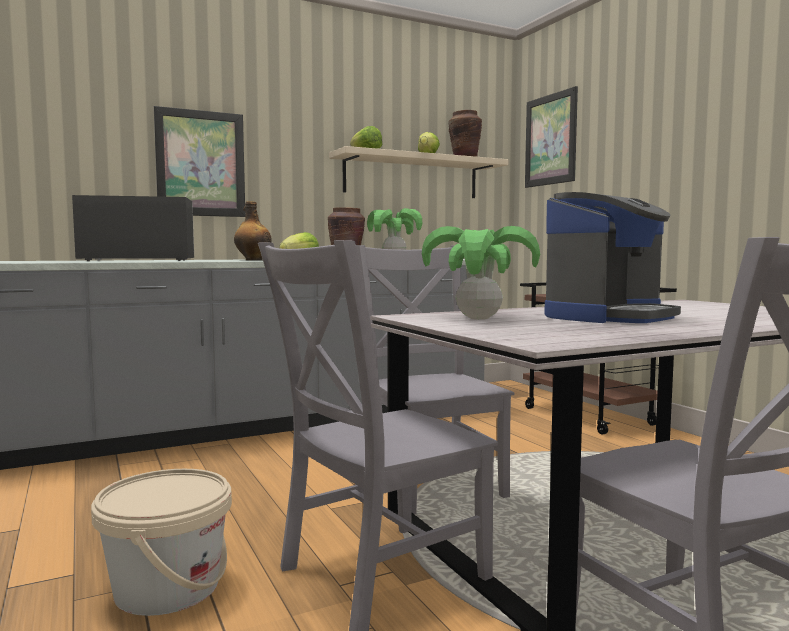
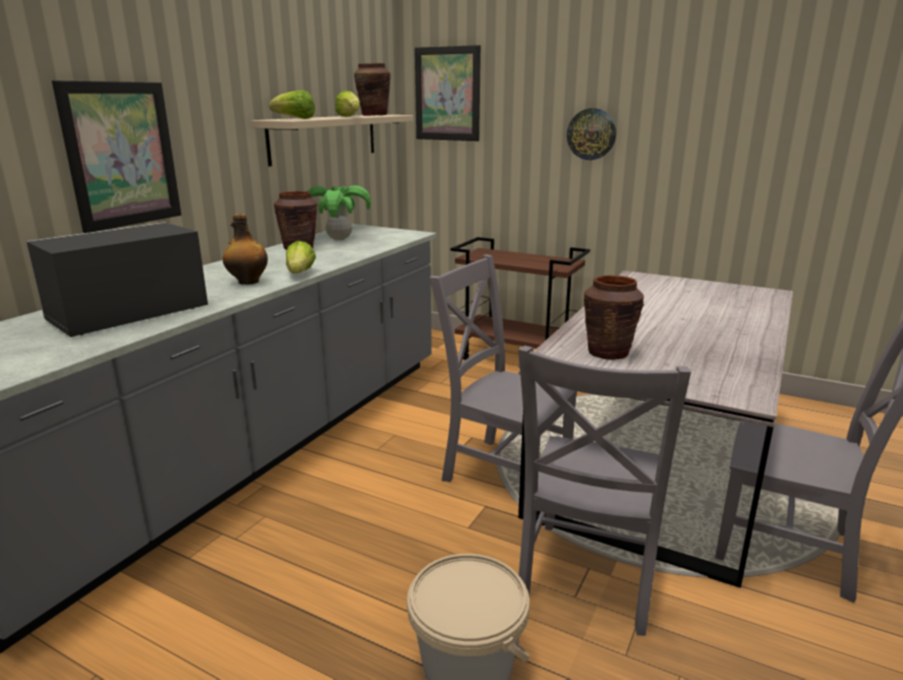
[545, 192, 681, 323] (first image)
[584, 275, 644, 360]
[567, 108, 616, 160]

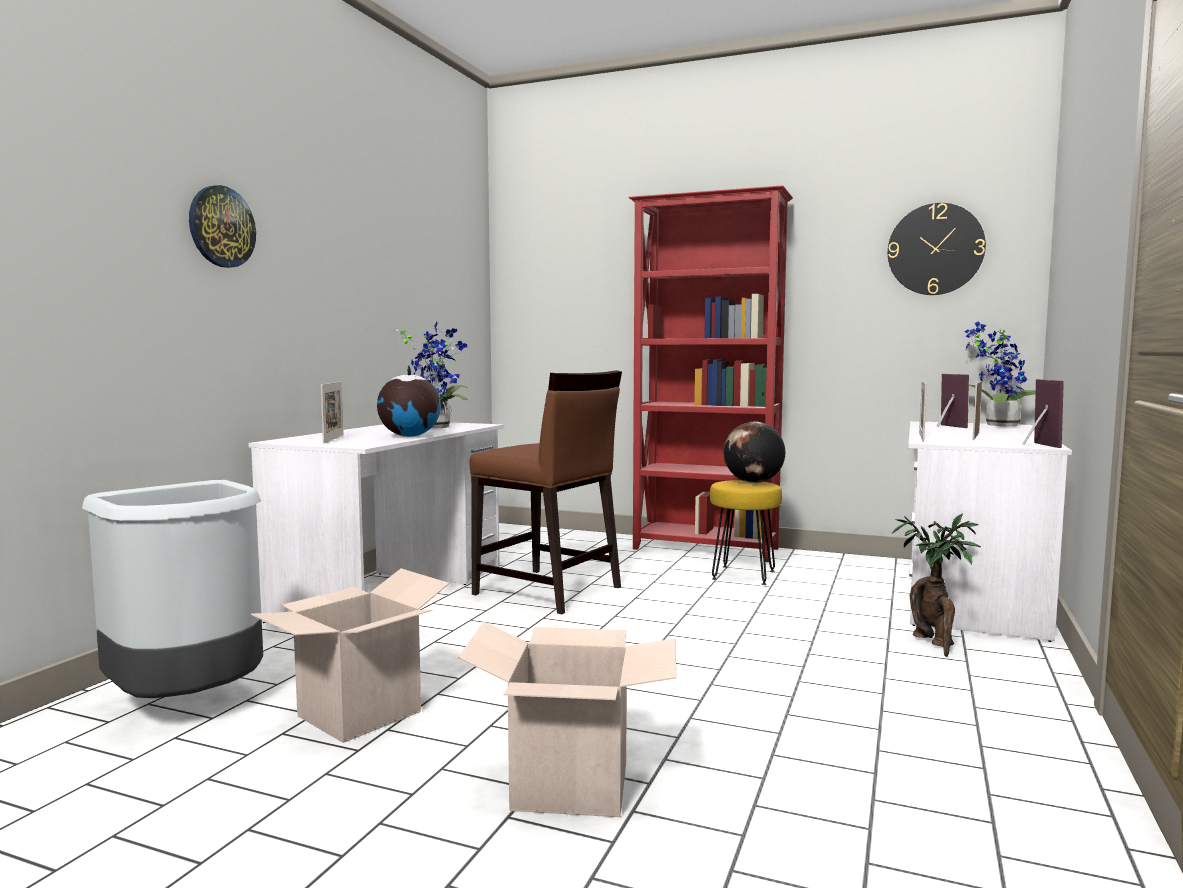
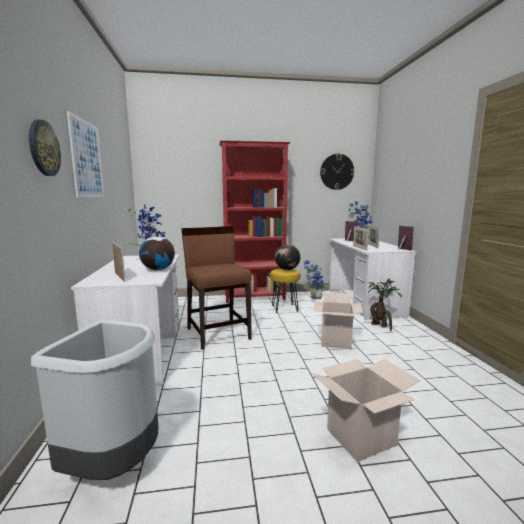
[181, 226, 252, 350]
[313, 293, 363, 349]
[67, 111, 104, 197]
[302, 260, 330, 299]

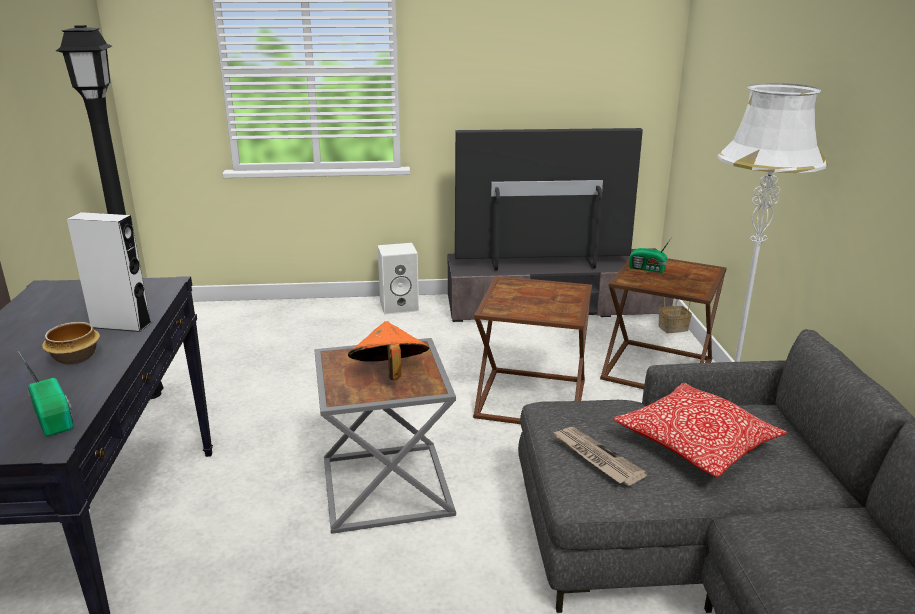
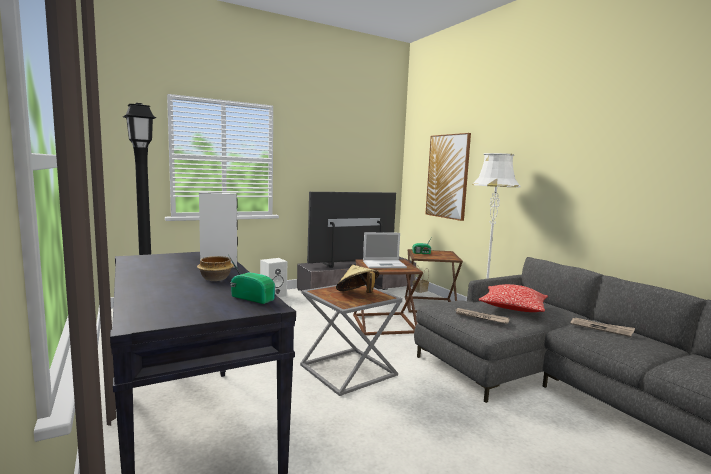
[336, 265, 380, 293]
[426, 133, 471, 221]
[363, 232, 407, 268]
[570, 318, 635, 337]

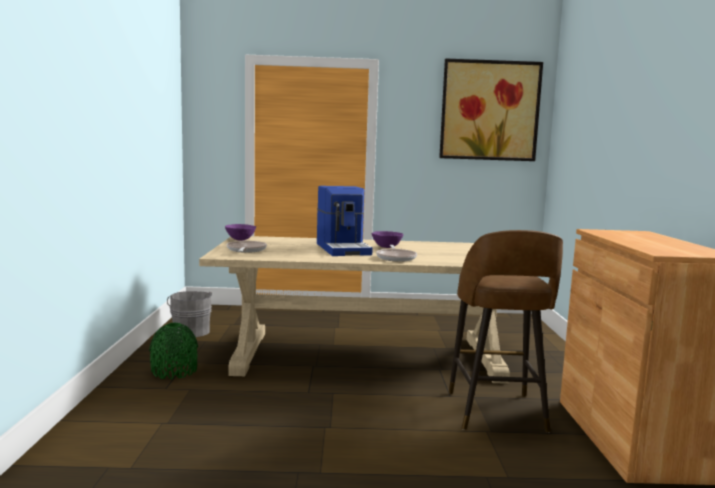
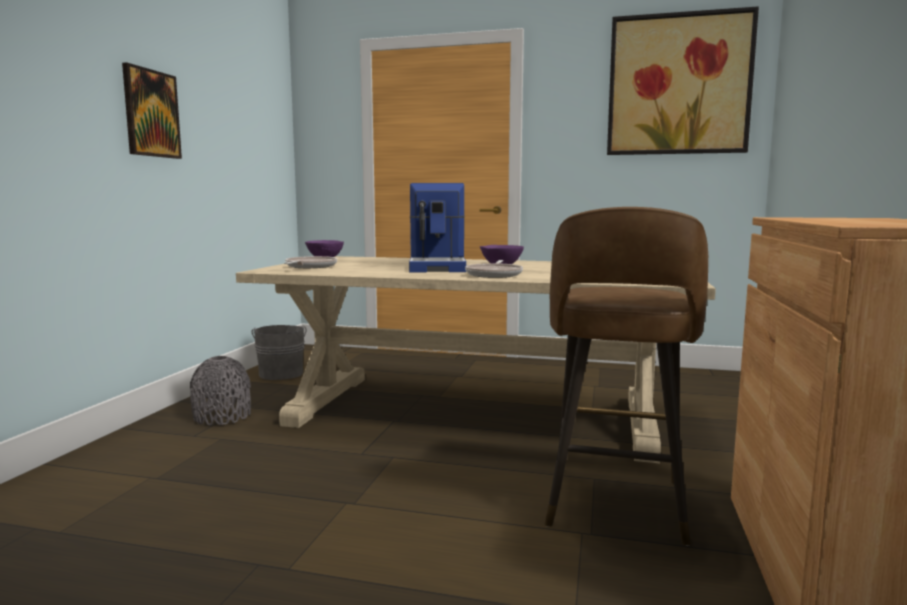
[190, 356, 251, 426]
[122, 62, 182, 159]

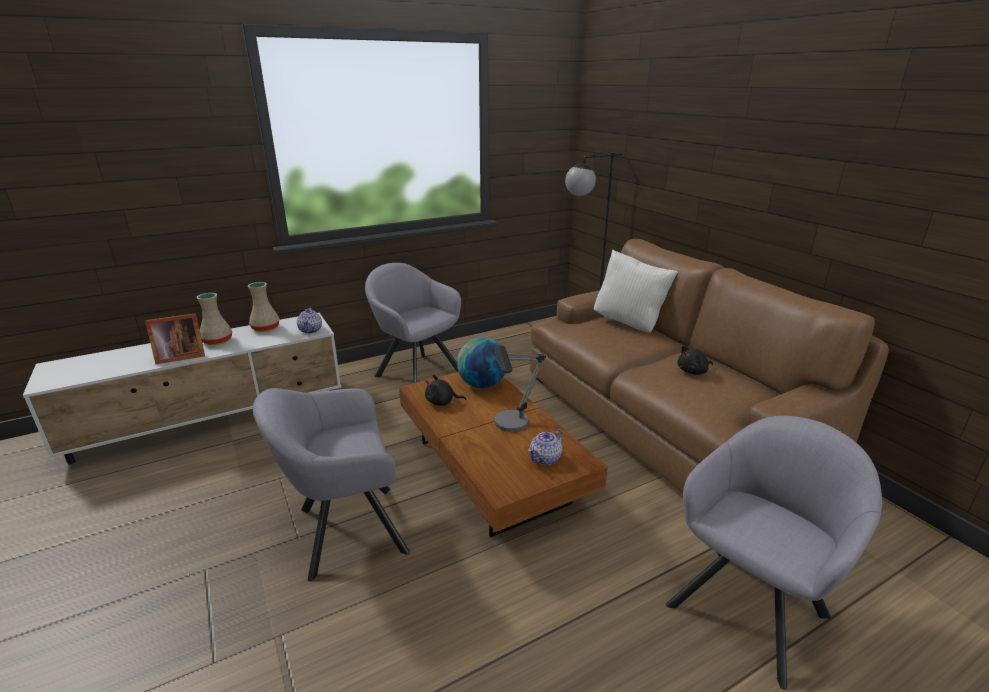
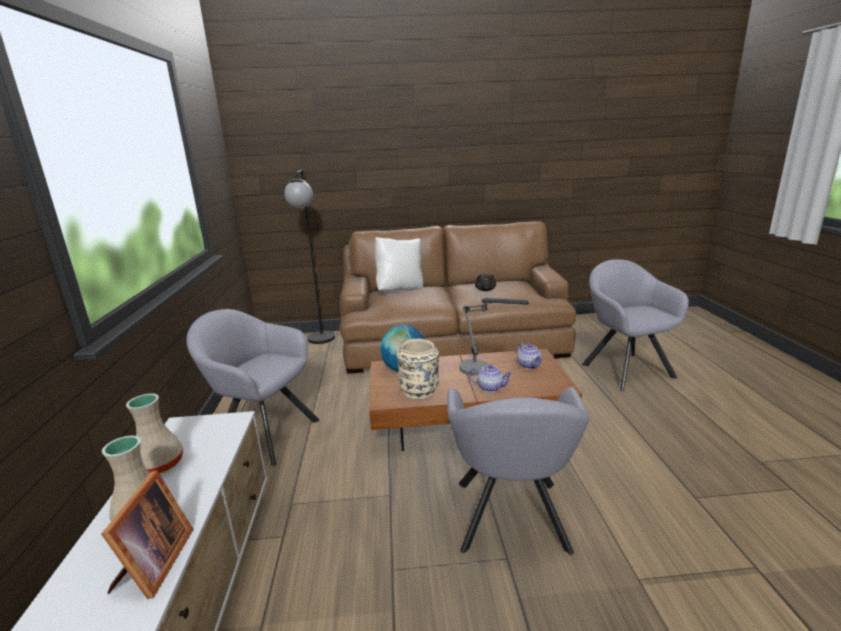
[187, 309, 320, 466]
[469, 364, 513, 392]
[397, 339, 439, 399]

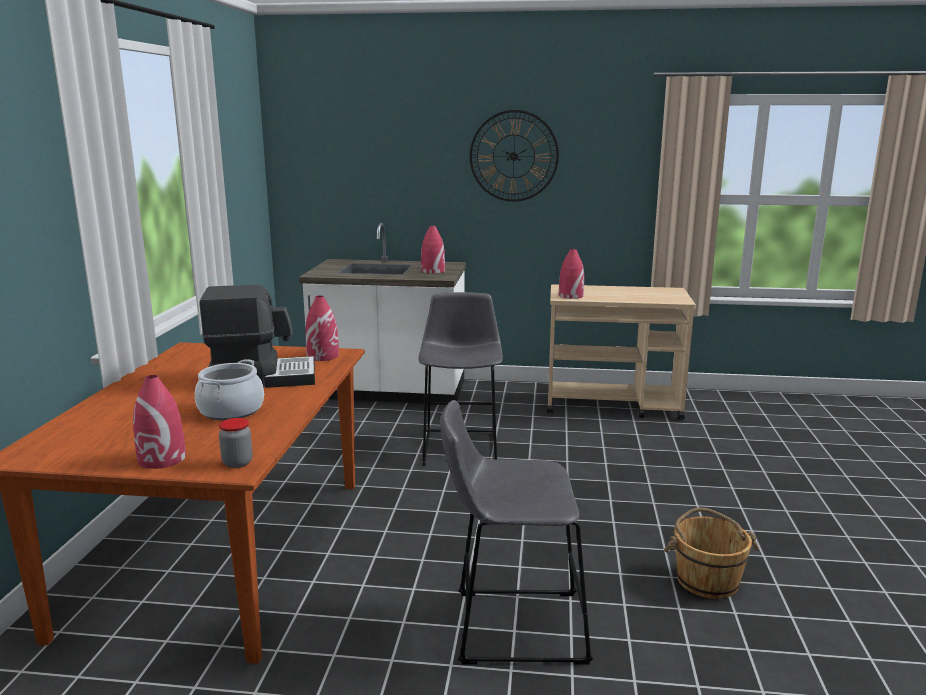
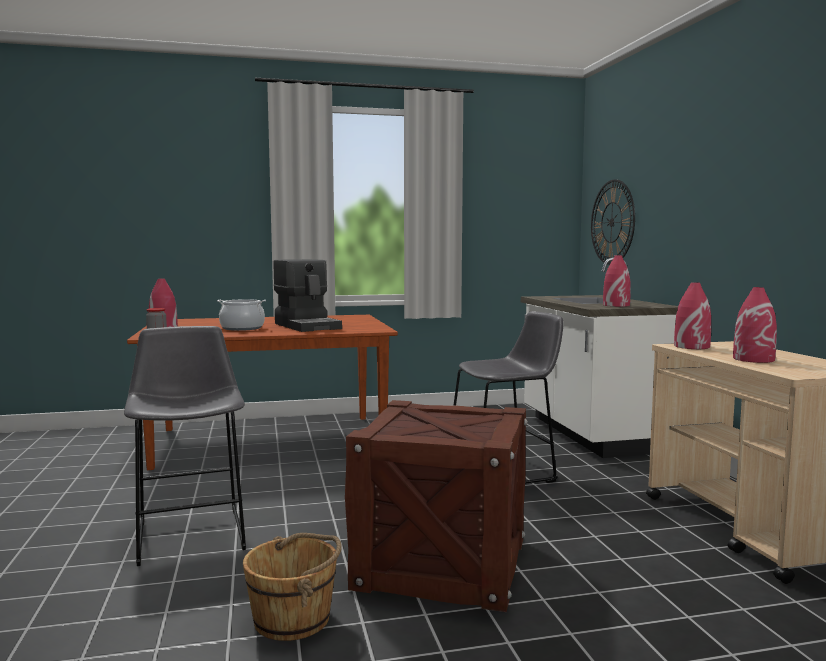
[591, 179, 635, 265]
[733, 287, 777, 363]
[345, 400, 528, 612]

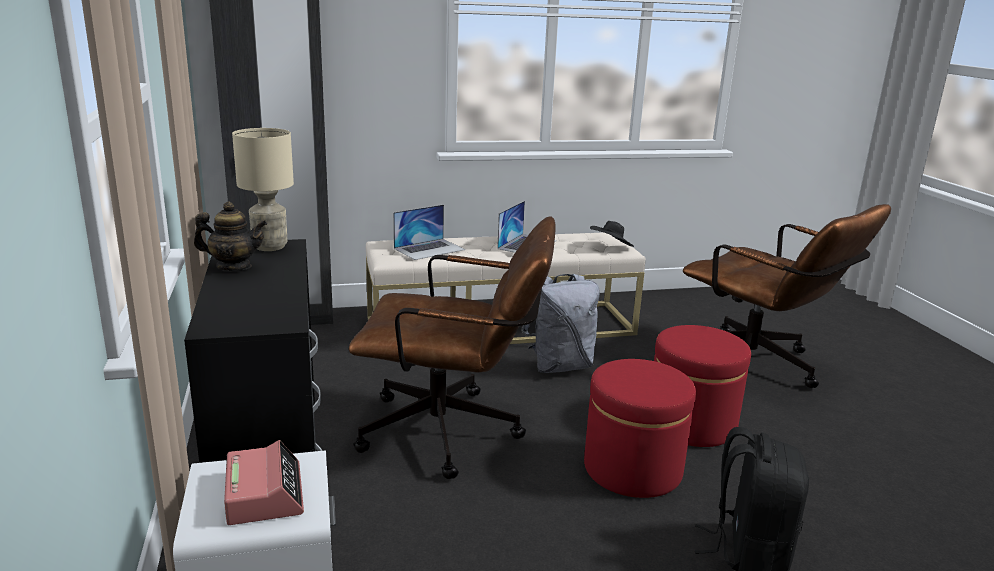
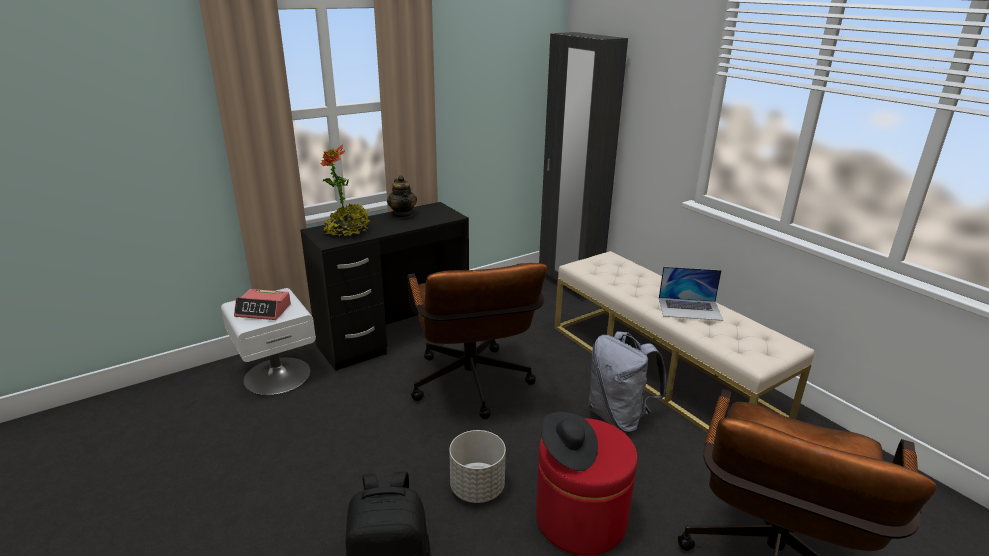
[232, 128, 294, 251] (first image)
[393, 204, 465, 260] (first image)
[541, 412, 598, 471]
[449, 430, 506, 503]
[234, 289, 291, 320]
[320, 144, 370, 236]

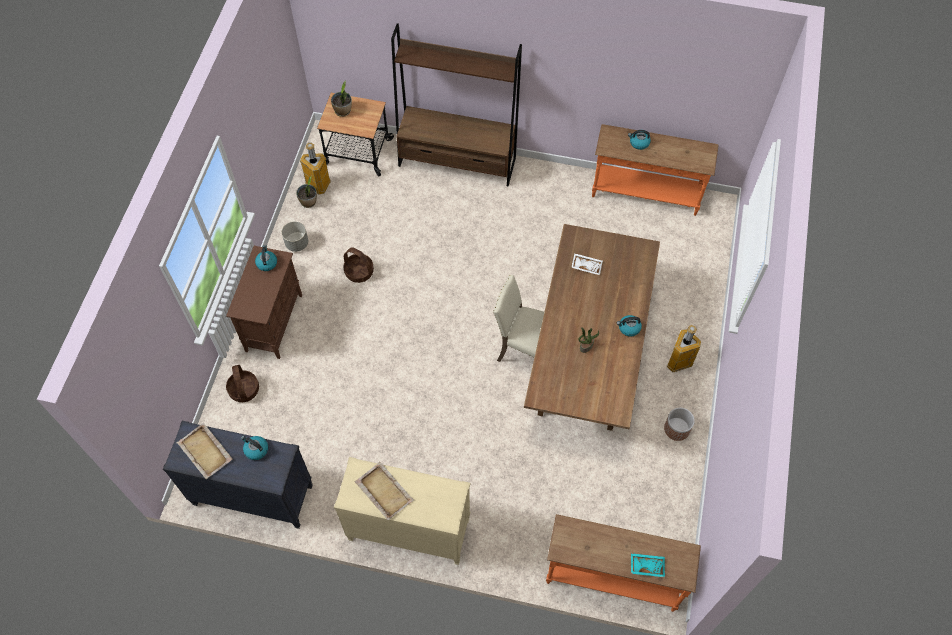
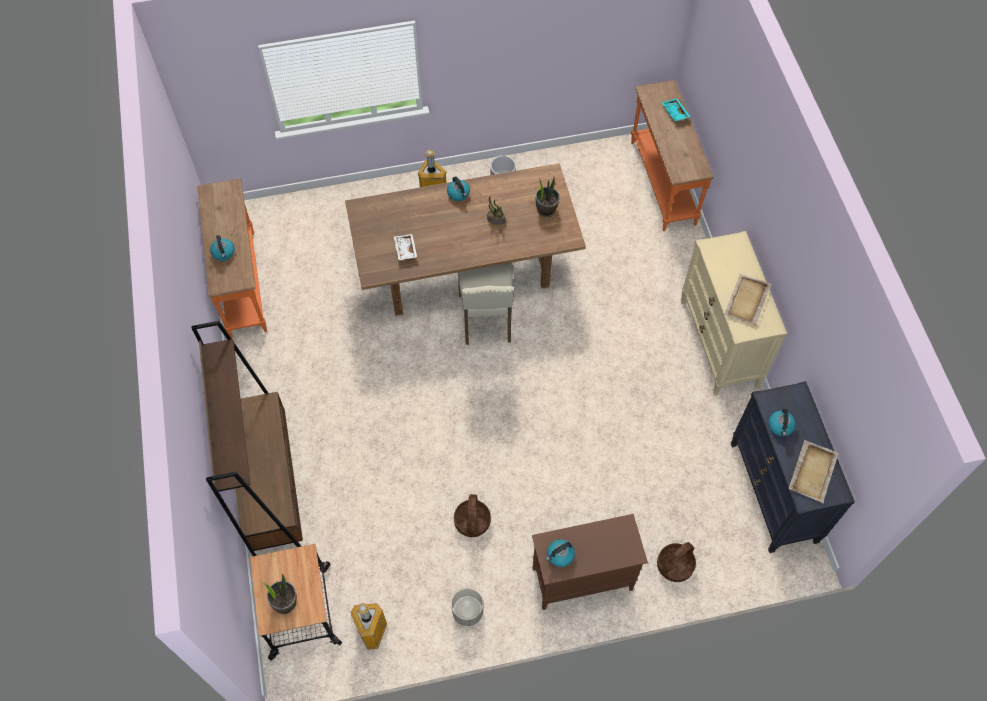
[536, 176, 560, 217]

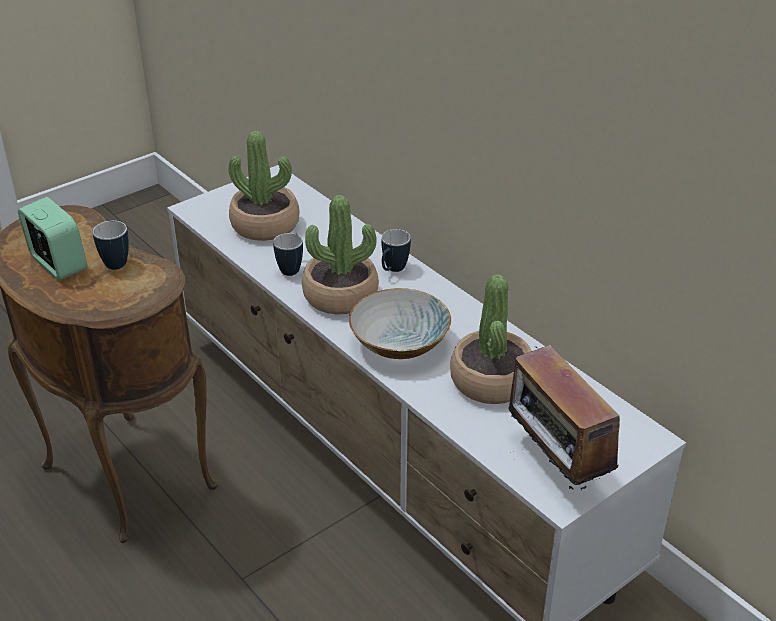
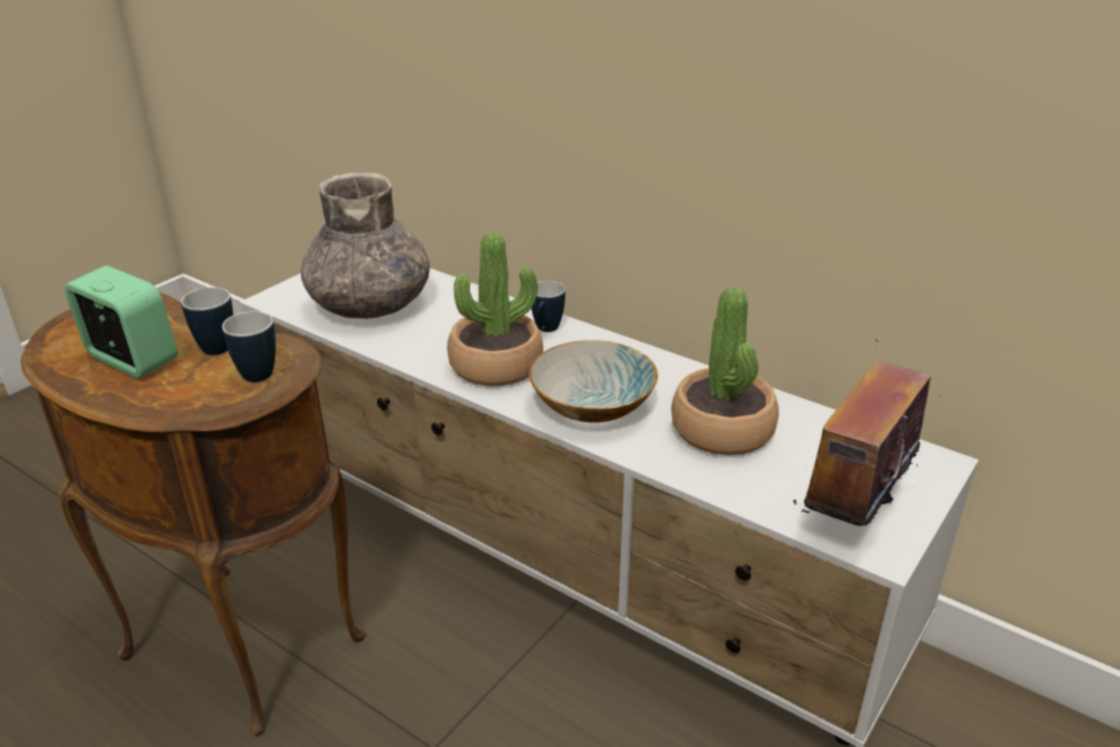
[301, 173, 430, 319]
[222, 311, 276, 382]
[793, 339, 940, 526]

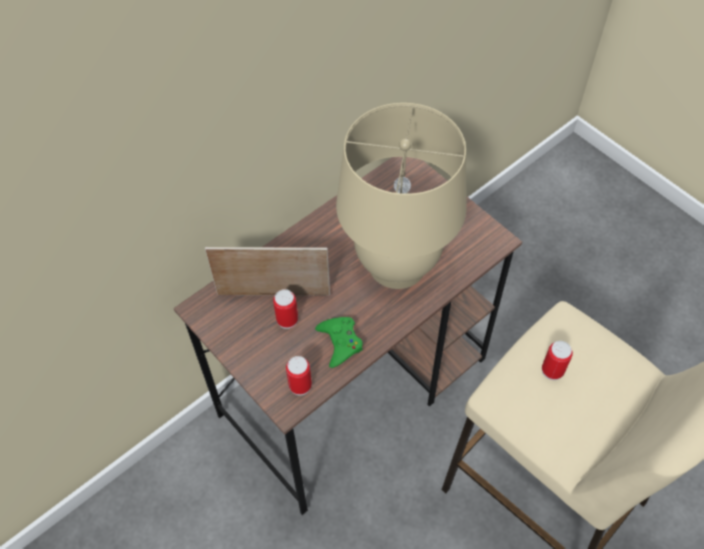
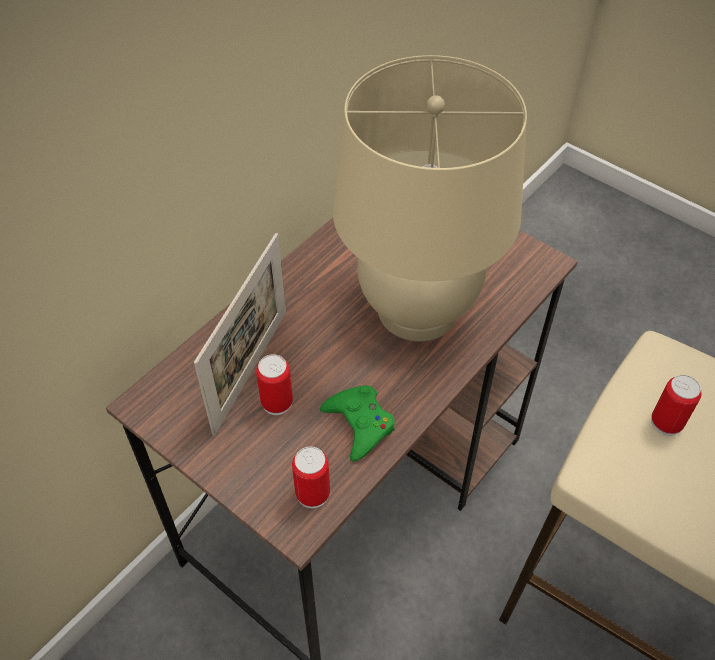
[194, 233, 286, 436]

